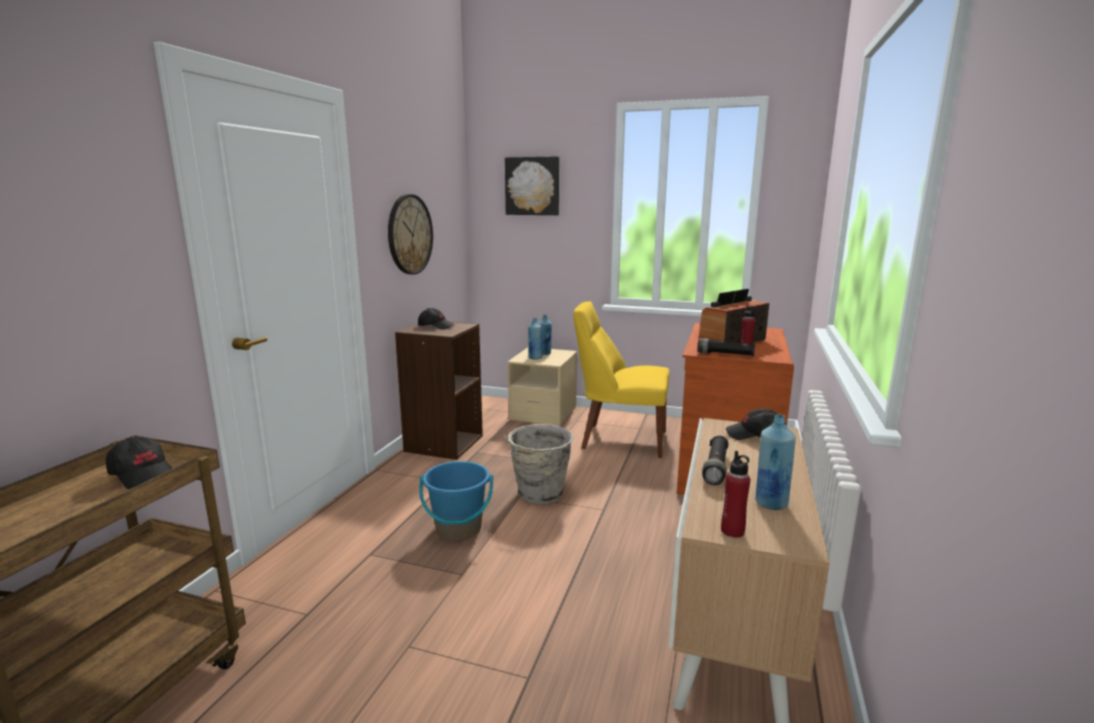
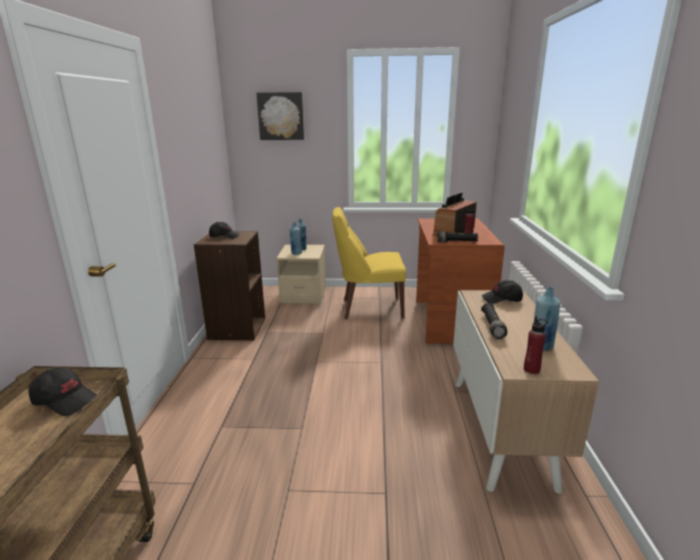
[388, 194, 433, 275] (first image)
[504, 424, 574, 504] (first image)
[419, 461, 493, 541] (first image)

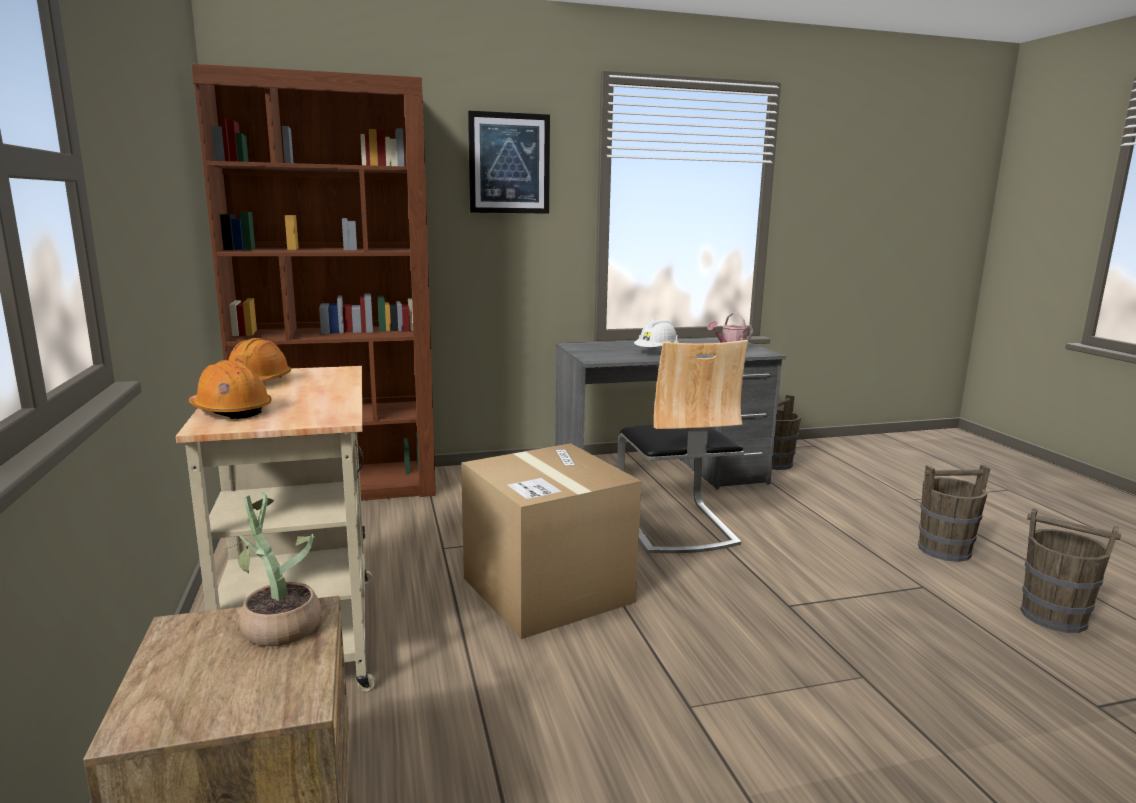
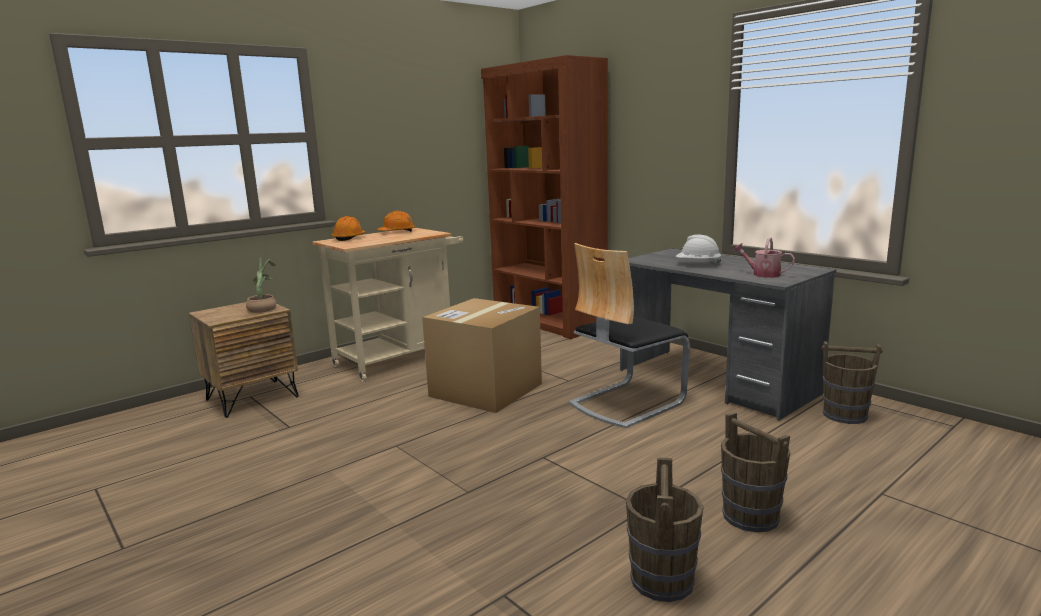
[468, 111, 550, 214] (first image)

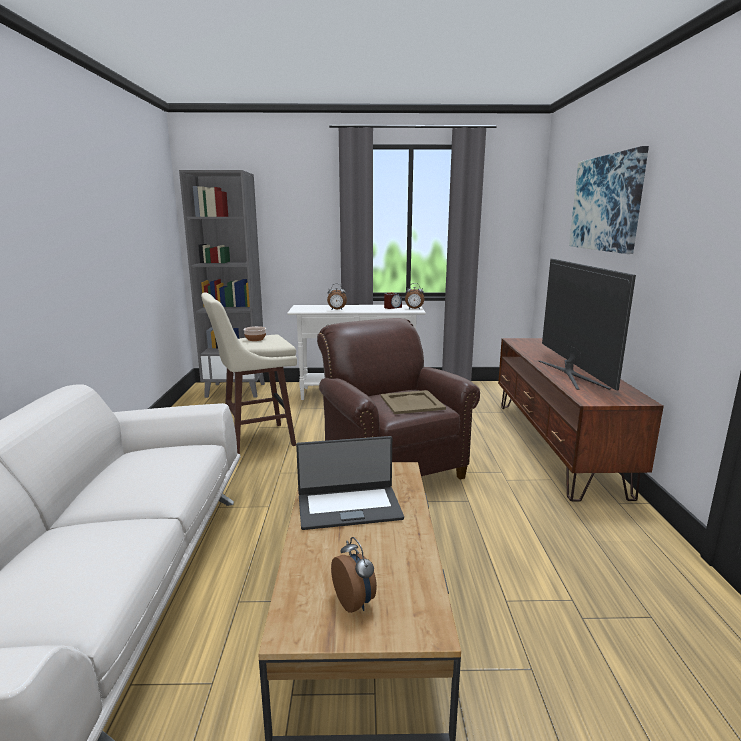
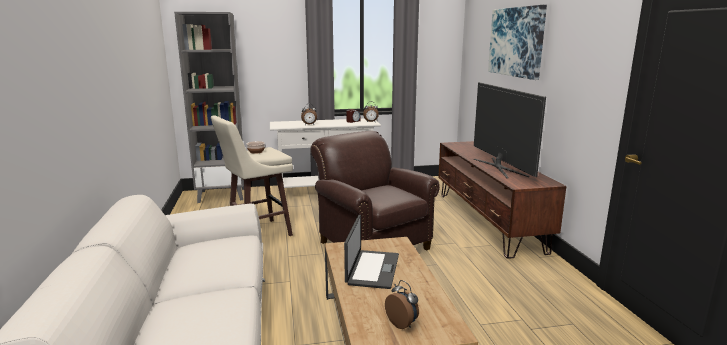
[380, 390, 446, 414] (first image)
[344, 215, 399, 289]

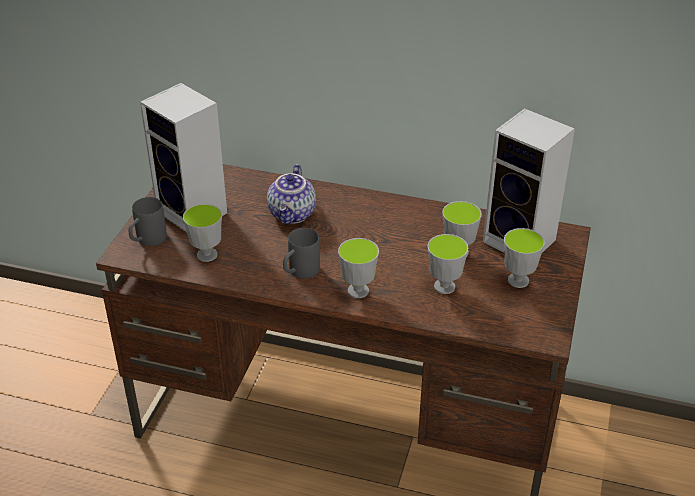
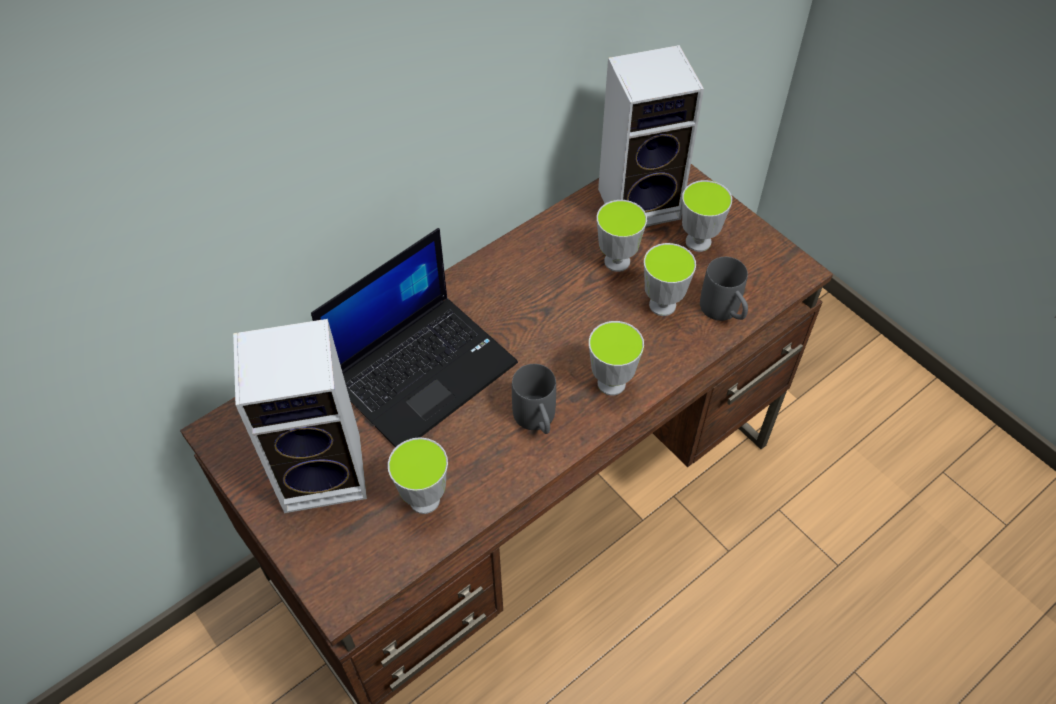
[311, 228, 518, 448]
[700, 257, 748, 321]

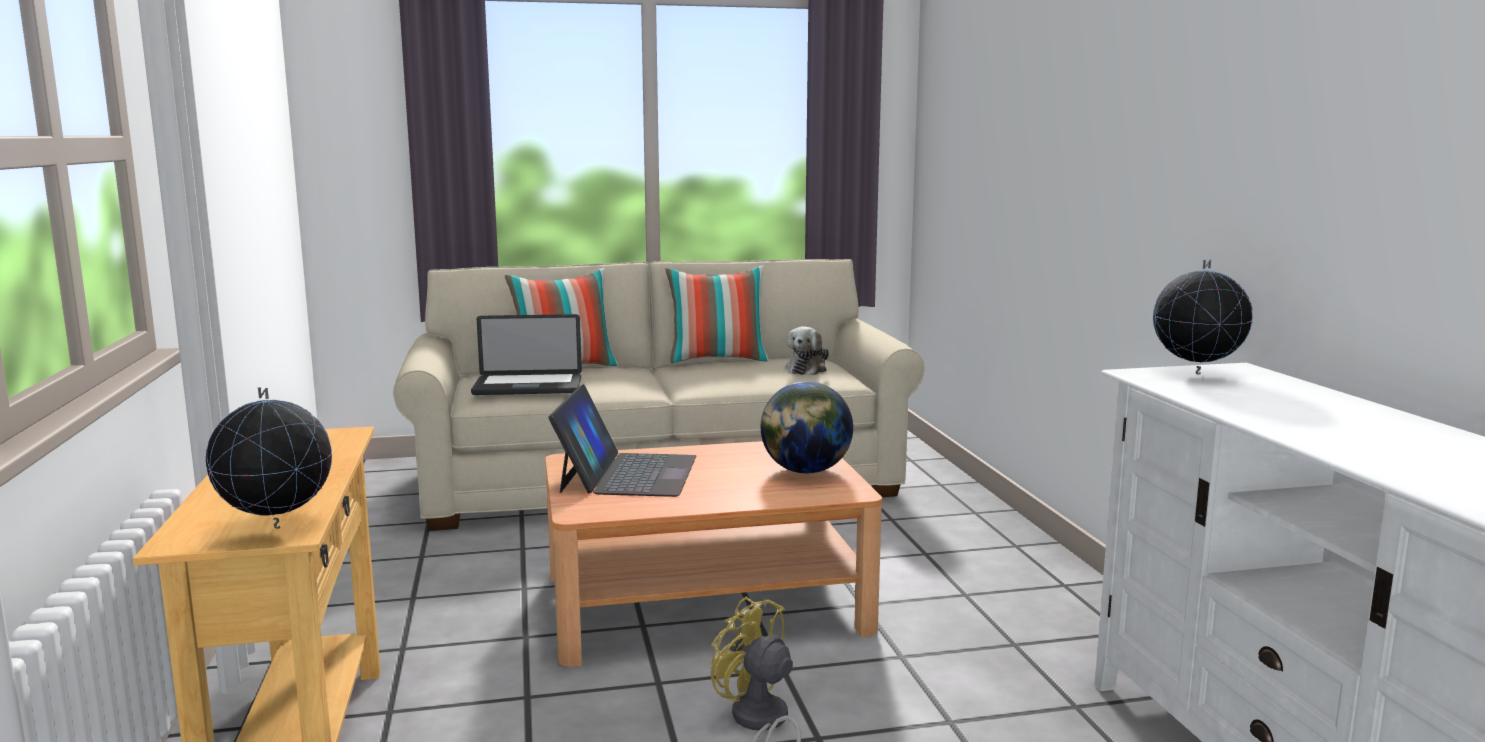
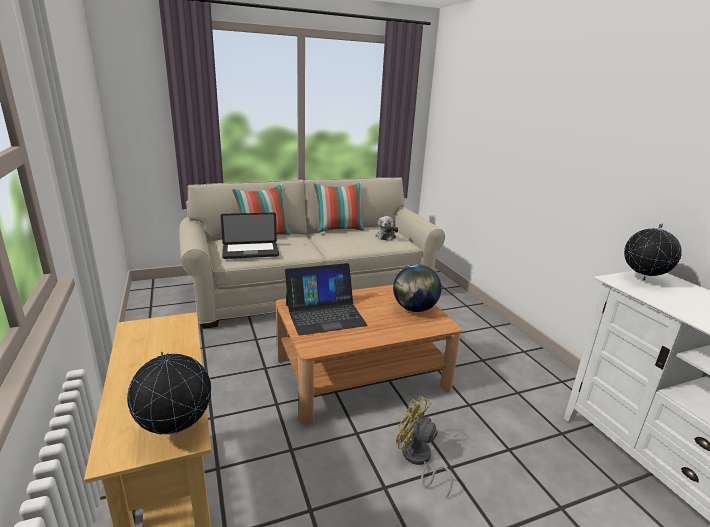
[285, 263, 368, 335]

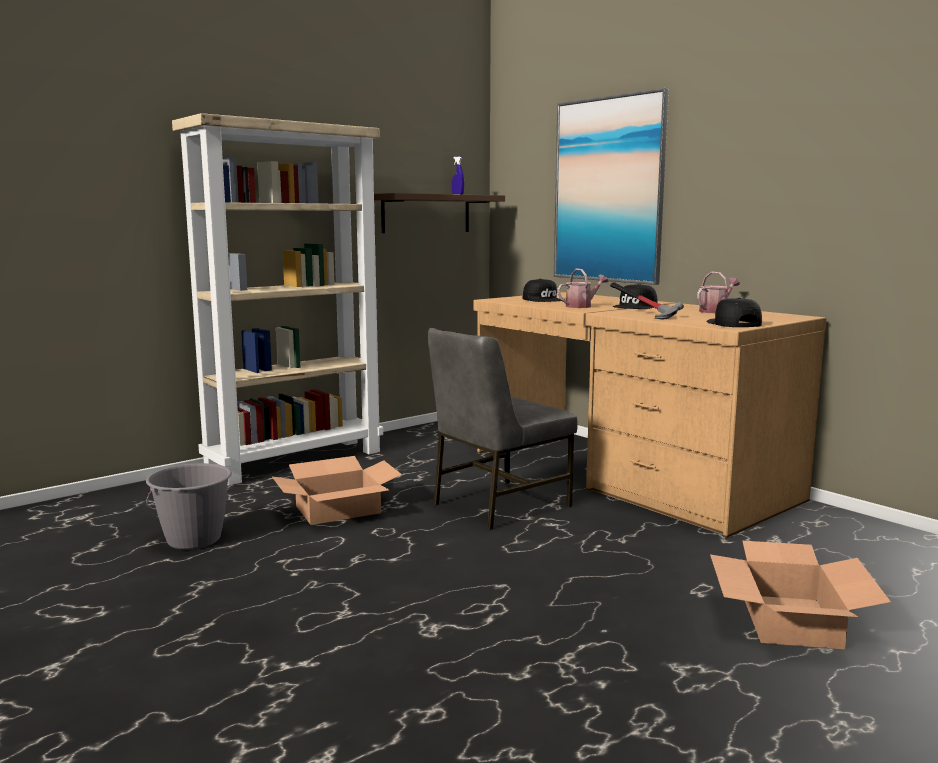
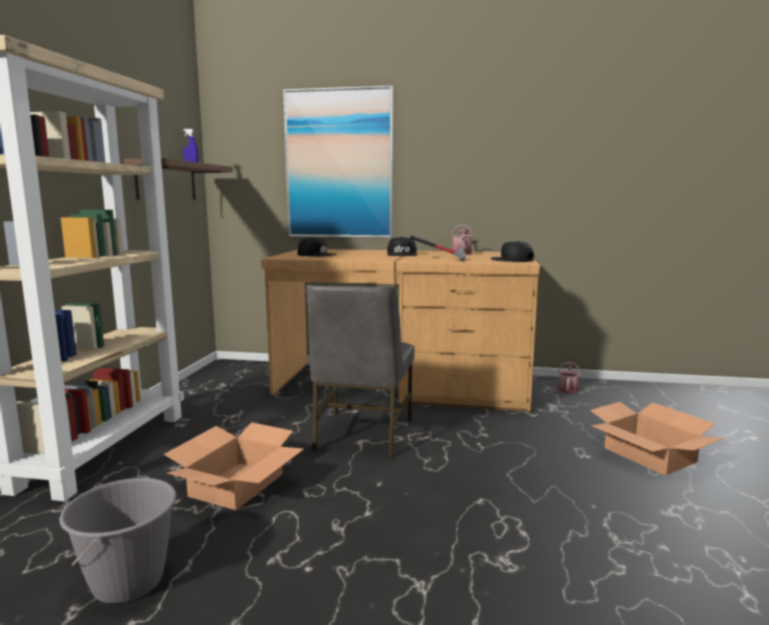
[558, 362, 581, 394]

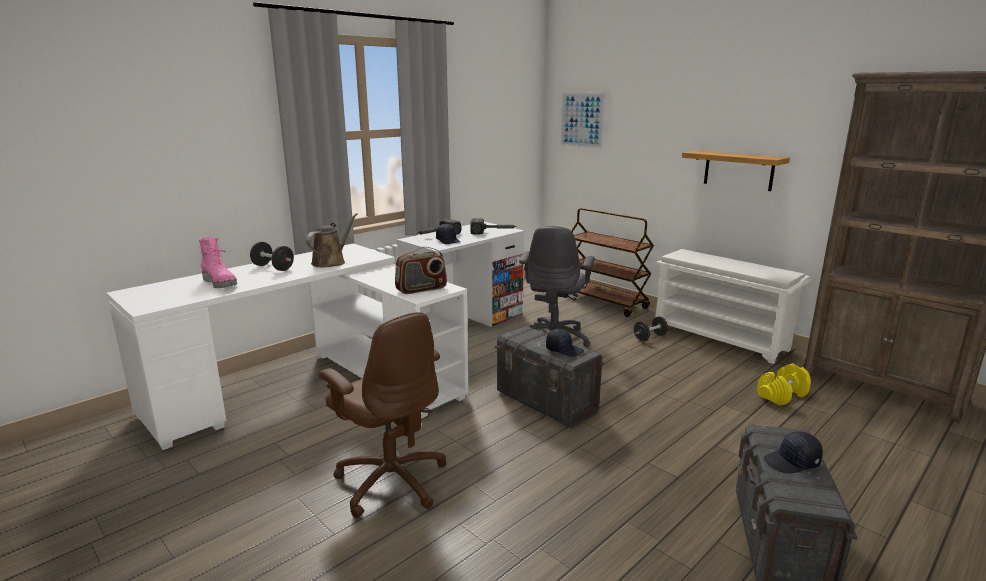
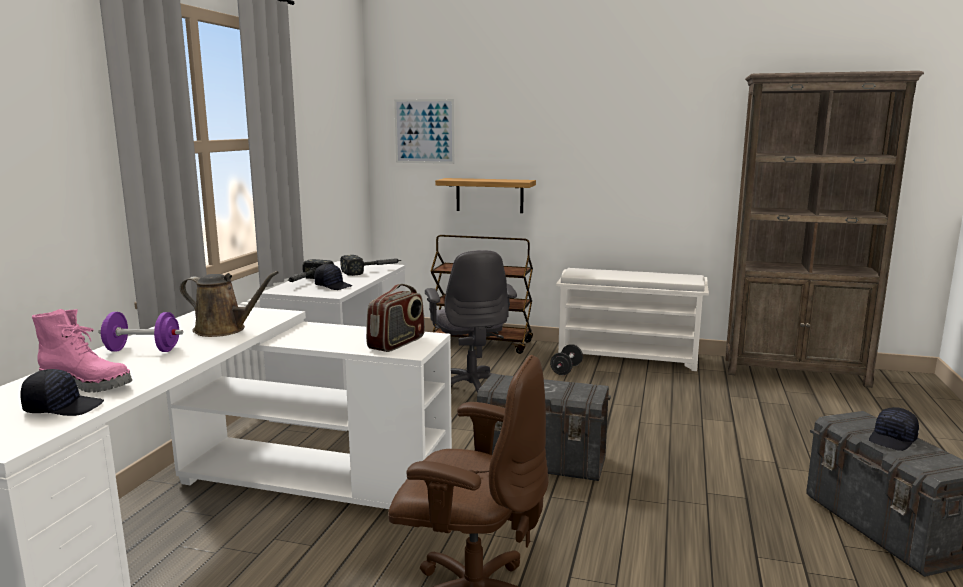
[435, 178, 536, 213]
[180, 271, 279, 337]
[98, 312, 183, 352]
[20, 369, 104, 416]
[757, 364, 811, 405] (first image)

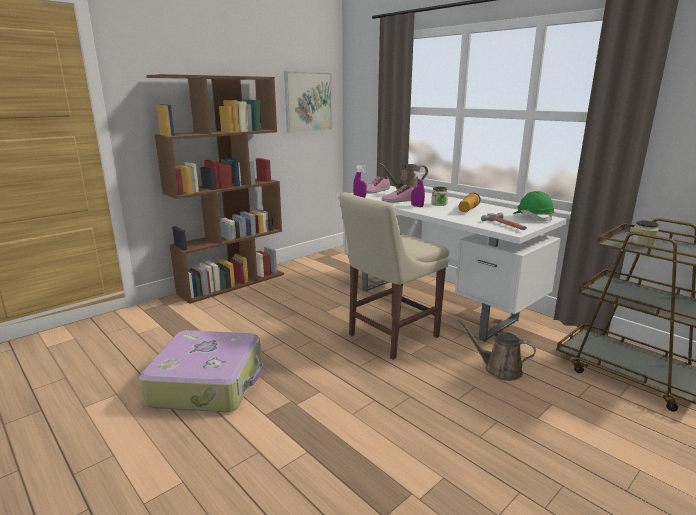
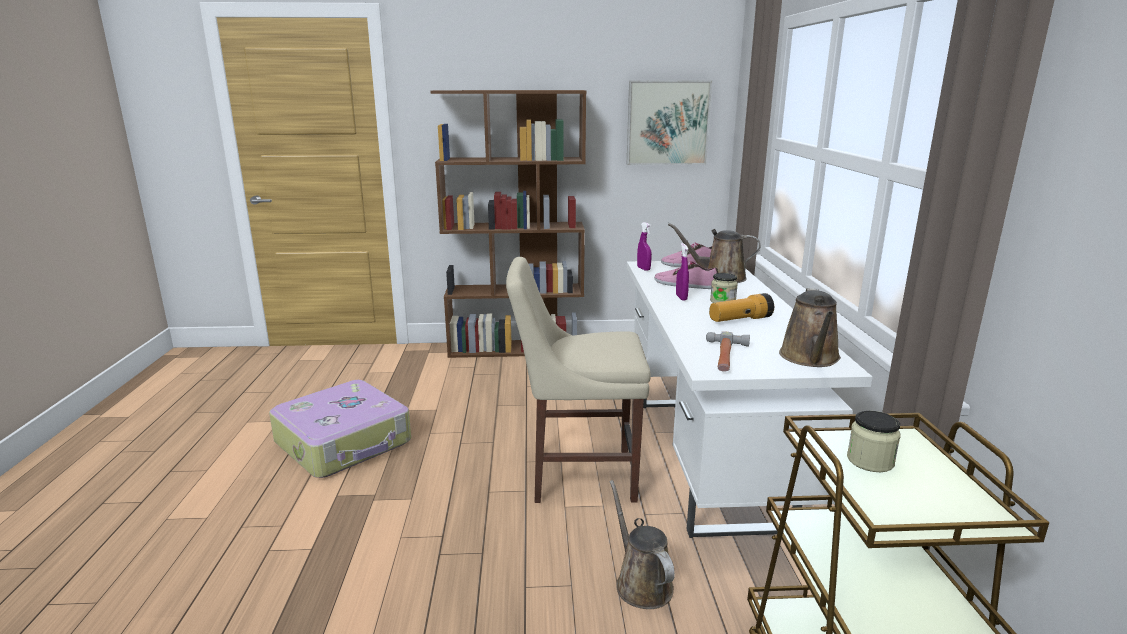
[779, 288, 841, 367]

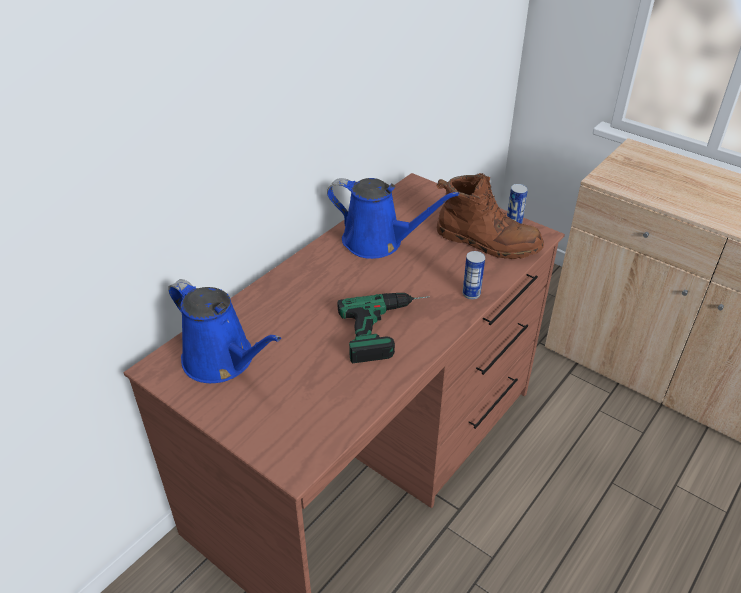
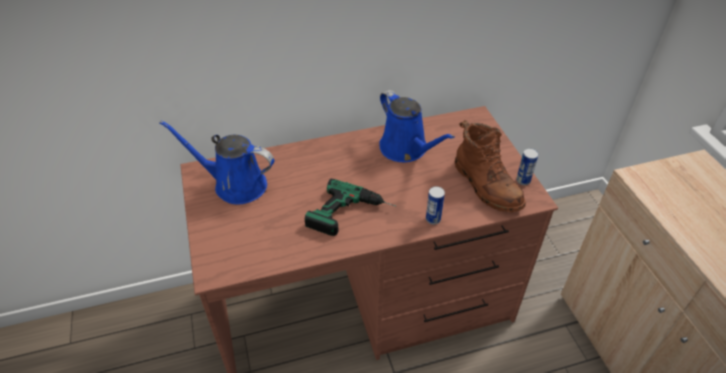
[160, 120, 274, 205]

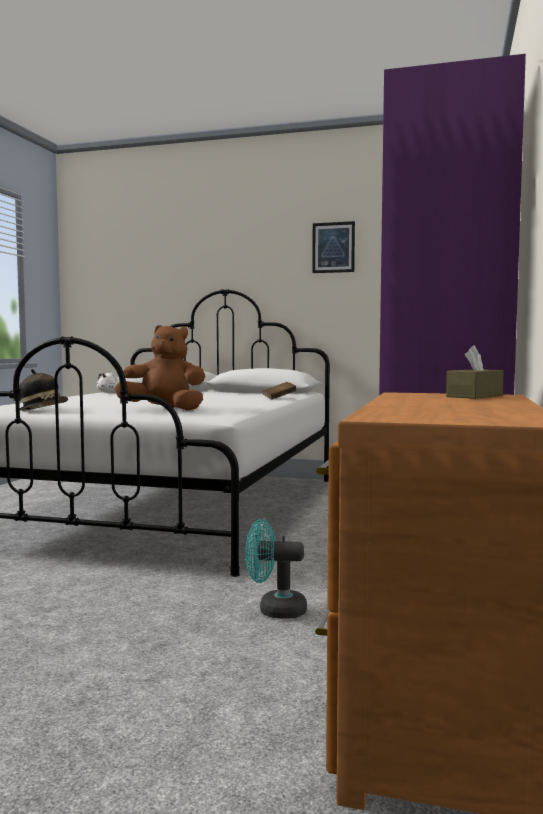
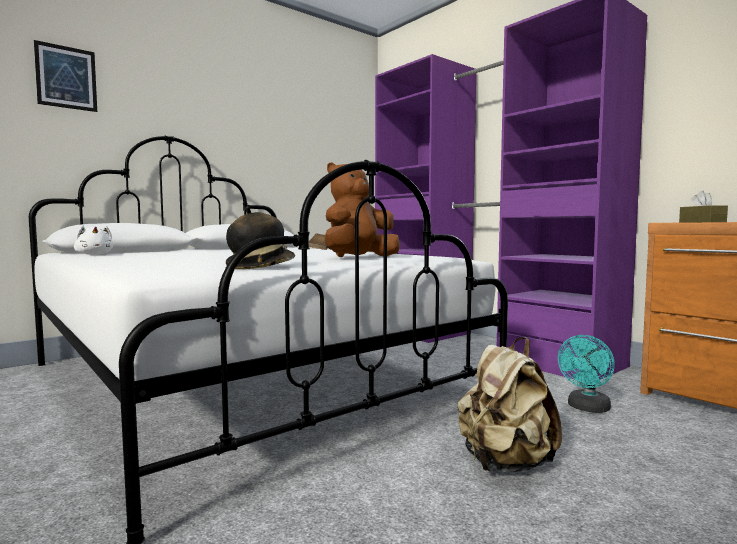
[34, 40, 97, 112]
[457, 337, 562, 473]

